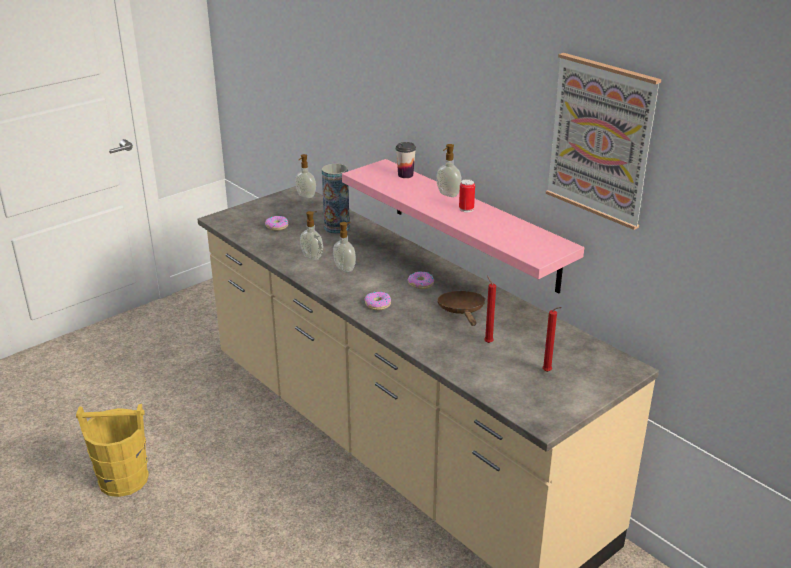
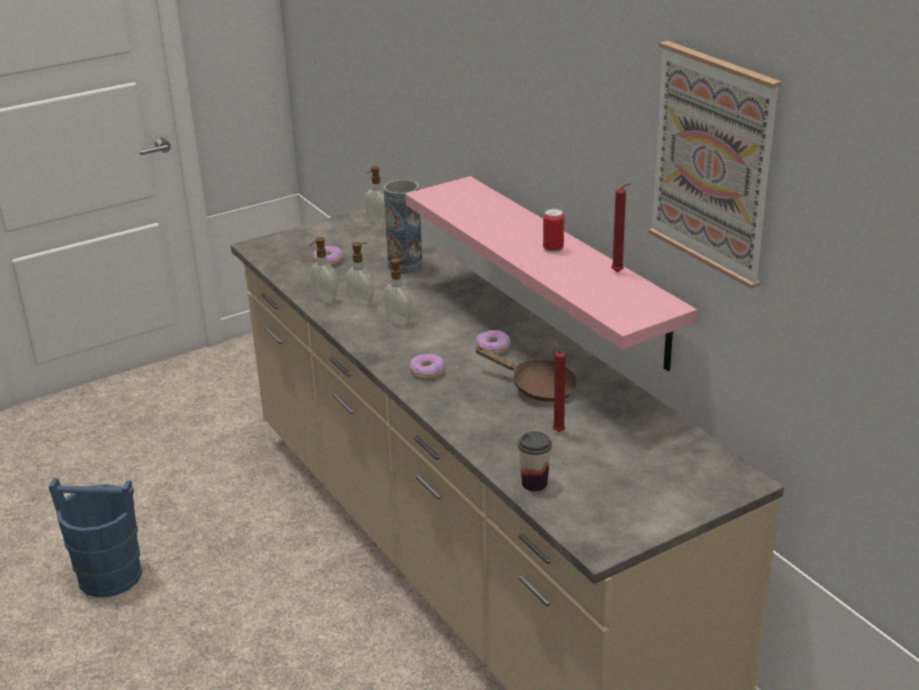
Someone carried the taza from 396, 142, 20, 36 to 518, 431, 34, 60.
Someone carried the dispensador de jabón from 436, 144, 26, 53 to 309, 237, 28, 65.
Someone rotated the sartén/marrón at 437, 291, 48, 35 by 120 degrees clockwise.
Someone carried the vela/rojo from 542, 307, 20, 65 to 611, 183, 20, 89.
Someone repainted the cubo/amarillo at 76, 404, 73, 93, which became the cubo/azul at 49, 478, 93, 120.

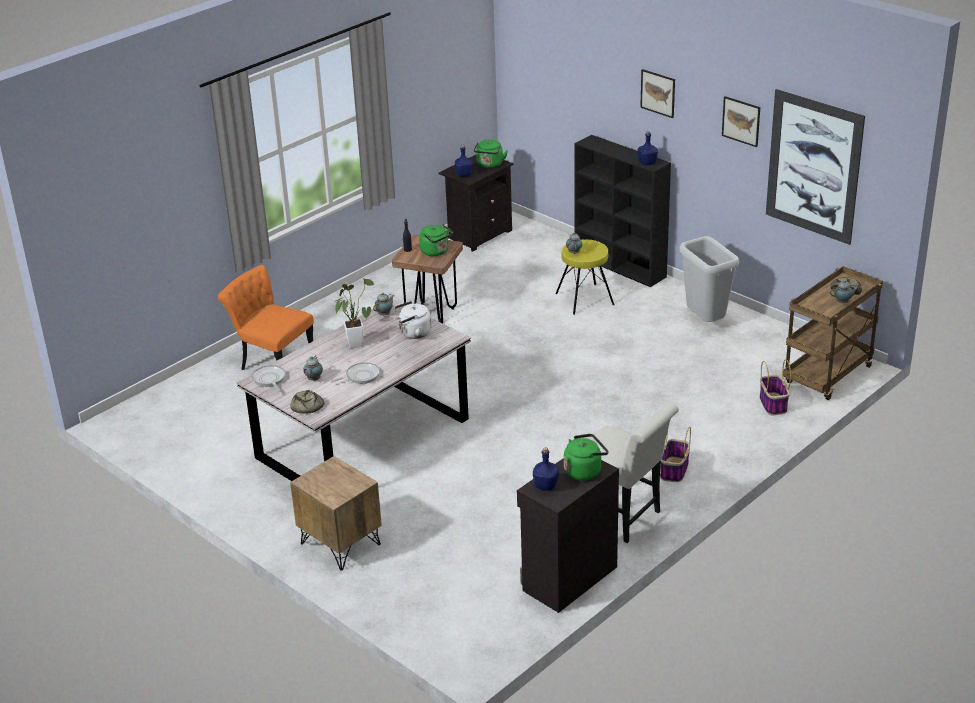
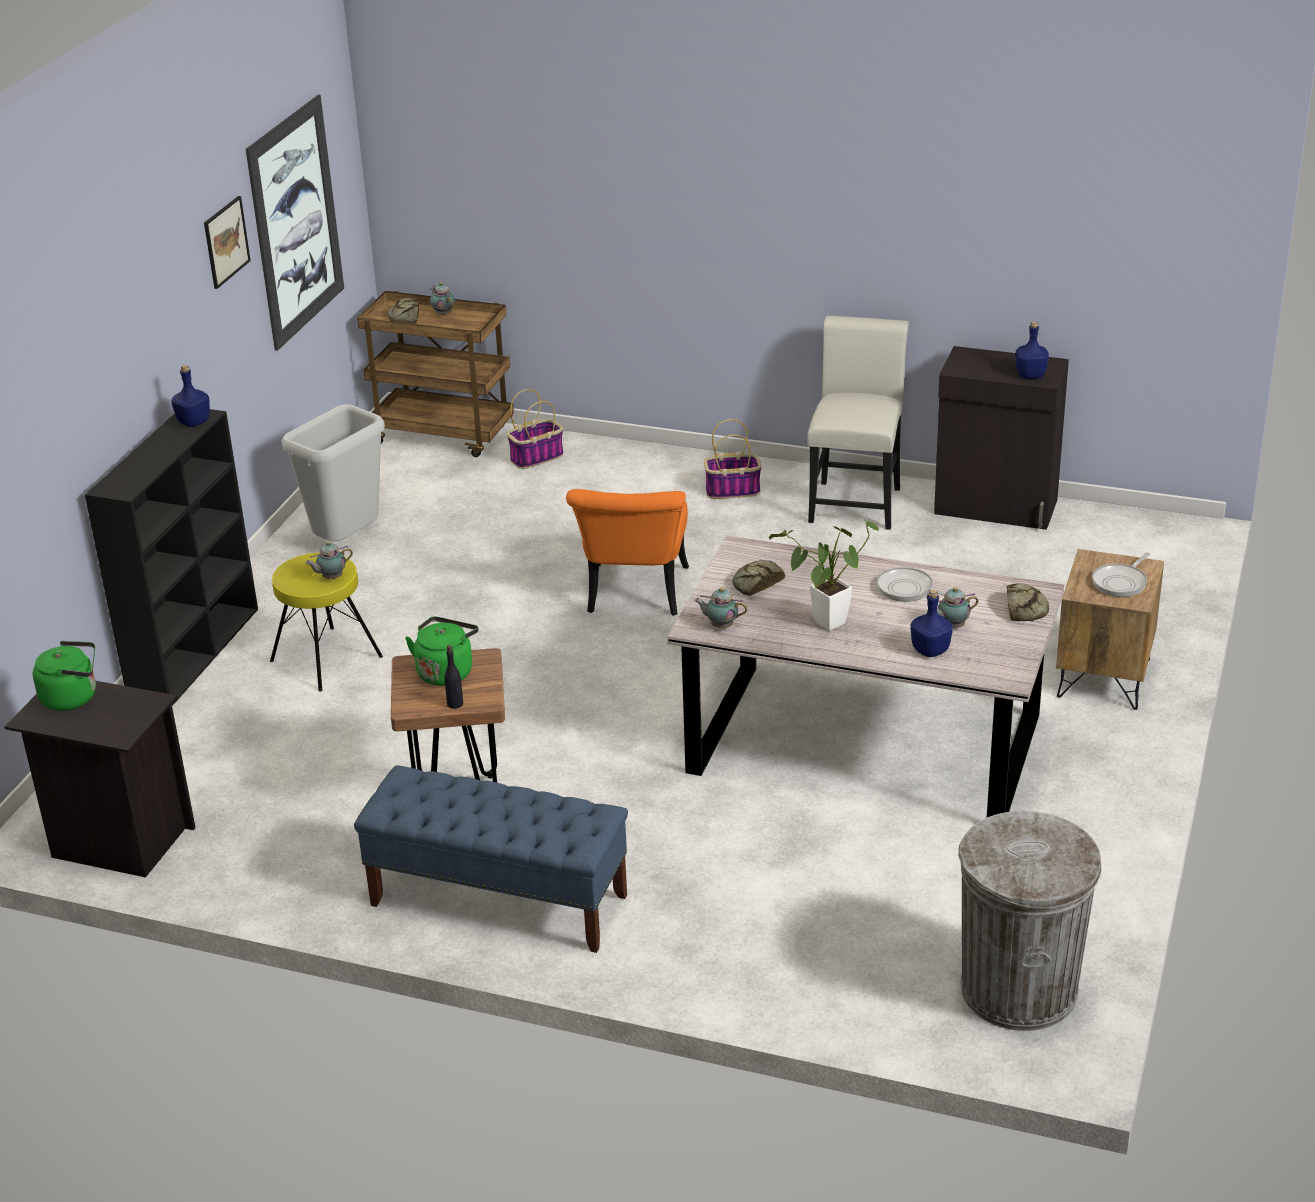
Someone took away the cuadro at 640, 69, 35, 49.
Someone carried the botella/azul from 455, 145, 18, 32 to 911, 590, 42, 67.
Someone carried the silla/naranja from 218, 265, 96, 105 to 566, 489, 123, 127.
Someone swapped the hervidor/blanco at 394, 301, 37, 38 for the pan at 732, 560, 53, 36.
Someone carried the sartén from 252, 365, 34, 27 to 1092, 553, 58, 44.
Someone took away the hervidor/verde at 564, 434, 45, 46.
Someone put down the banco/azul at 354, 765, 274, 188.
Someone put down the papelera/gris at 958, 811, 144, 220.

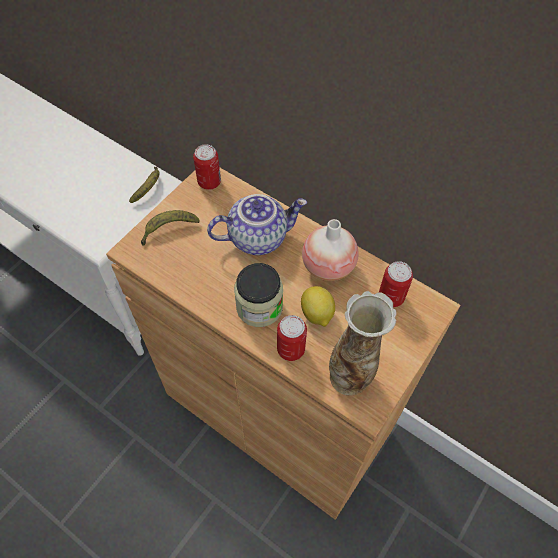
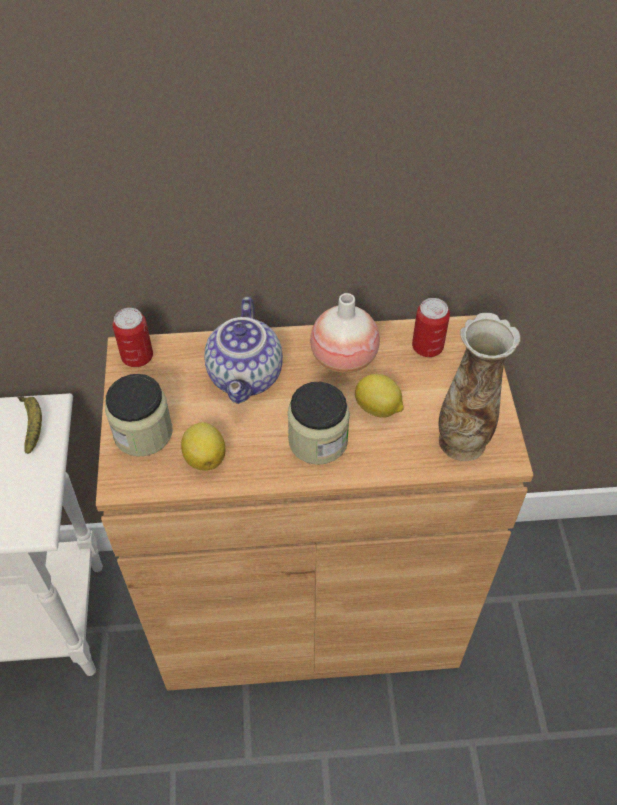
Someone rotated the tetera at 207, 194, 100, 61 by 150 degrees clockwise.
Someone swapped the plátano at 141, 210, 59, 36 for the tarro at 105, 374, 67, 83.
Someone took away the lata at 277, 315, 30, 46.
Someone put down the limón at 181, 422, 44, 49.

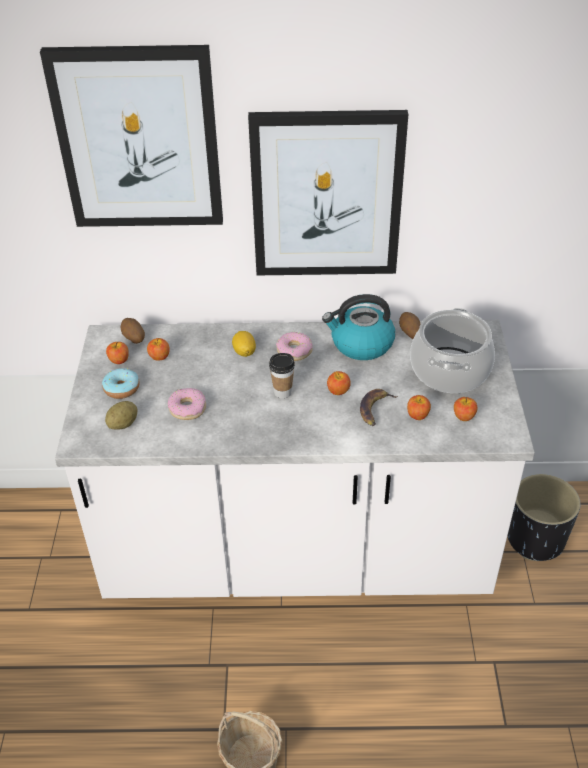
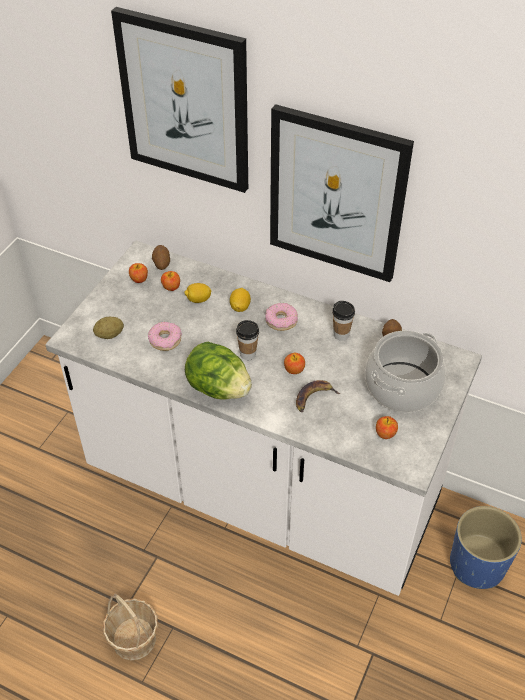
Someone swapped the hervidor at 322, 294, 73, 66 for the taza at 332, 301, 23, 40.
Someone took away the rosquilla at 102, 368, 38, 31.
Someone took away the manzana at 407, 395, 24, 25.
Someone repainted the maceta/negro at 508, 474, 73, 87, which became the maceta/azul at 450, 506, 72, 83.
Someone put down the limón at 184, 283, 28, 20.
Someone put down the lechuga at 185, 341, 67, 58.

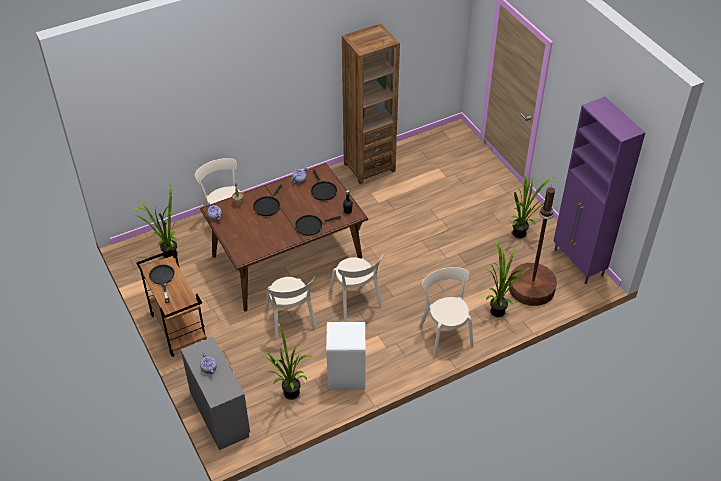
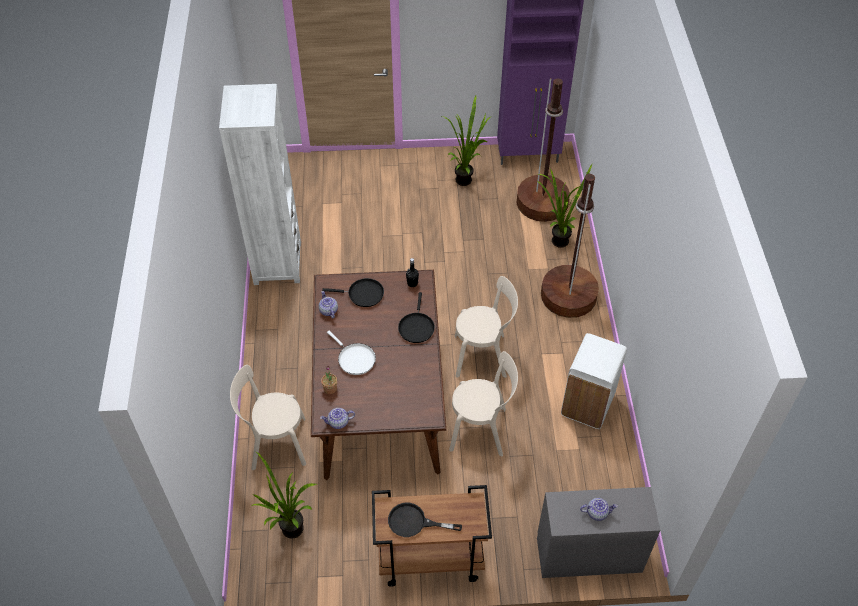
Someone repainted the estantería/marrón at 342, 23, 58, 161, which became the estantería/blanco at 219, 84, 82, 201.
Someone repainted the sartén/negro at 253, 184, 29, 32, which became the sartén/blanco at 327, 331, 49, 44.
Someone swapped the silla/beis at 419, 267, 55, 90 for the lámpara de pie/marrón at 541, 174, 58, 144.
Someone took away the planta en maceta at 261, 321, 50, 79.

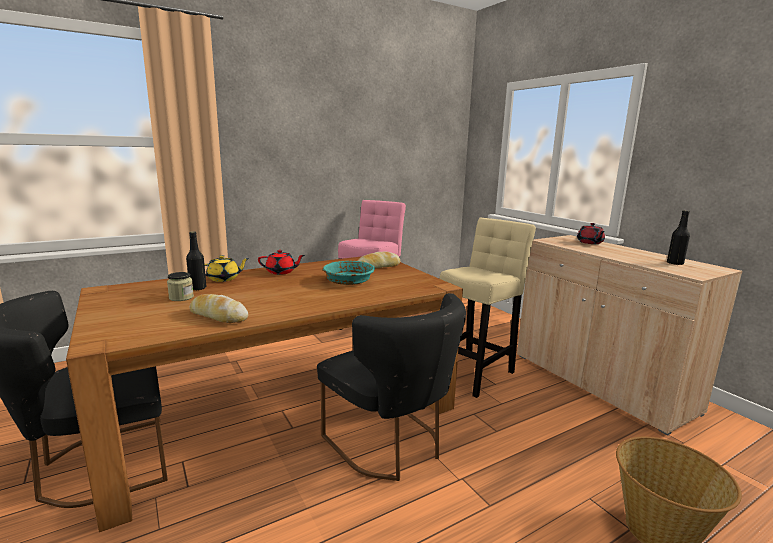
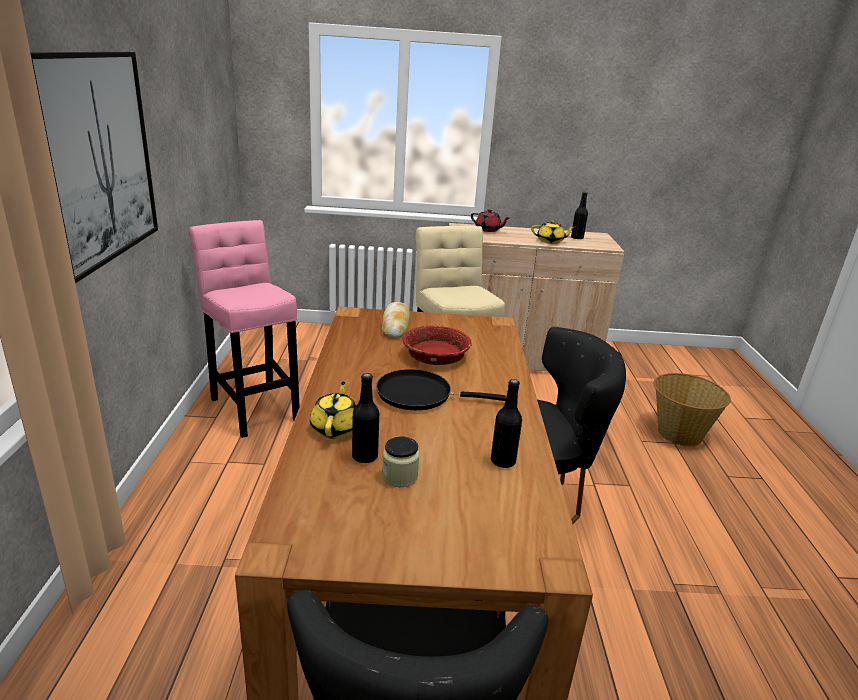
Someone took away the tetera/rojo at 258, 250, 47, 25.
Someone repainted the cuenco/turquesa at 323, 261, 52, 24, which became the cuenco/rojo at 402, 326, 70, 39.
Someone swapped the pan at 189, 294, 59, 29 for the botella/negro at 491, 379, 31, 89.
Someone put up the cuadro at 30, 52, 128, 232.
Someone put down the tetera/amarillo at 531, 220, 44, 24.
Someone put down the sartén/negro at 376, 369, 130, 41.

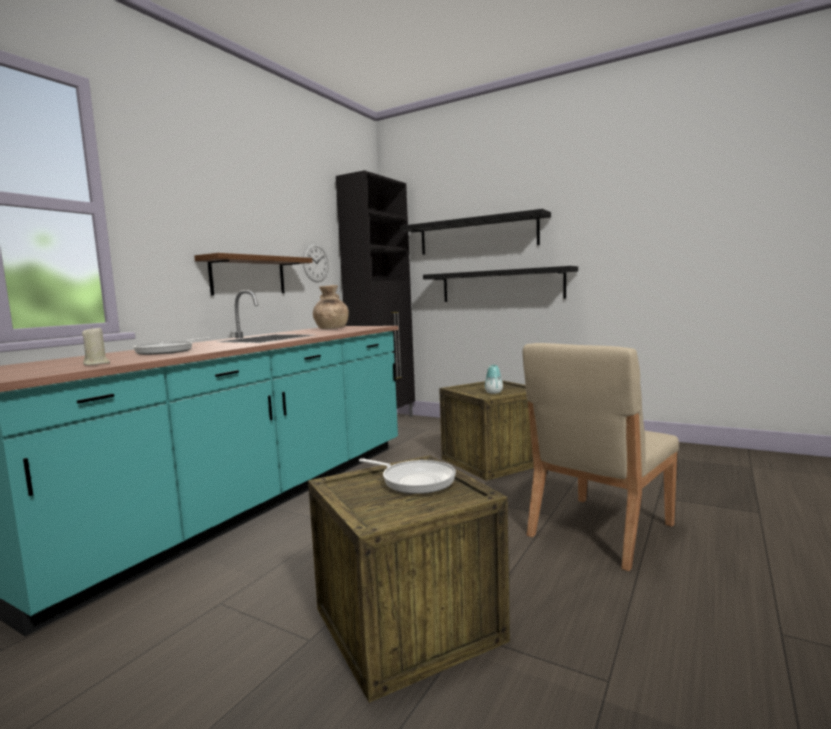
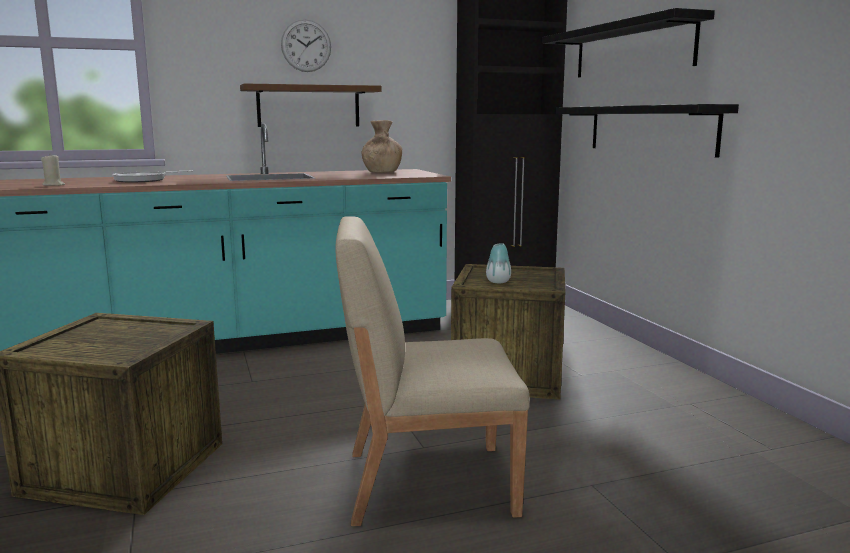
Someone carried the reloj de pared from 303, 243, 26, 39 to 281, 19, 50, 53.
Someone took away the sartén at 359, 458, 97, 36.

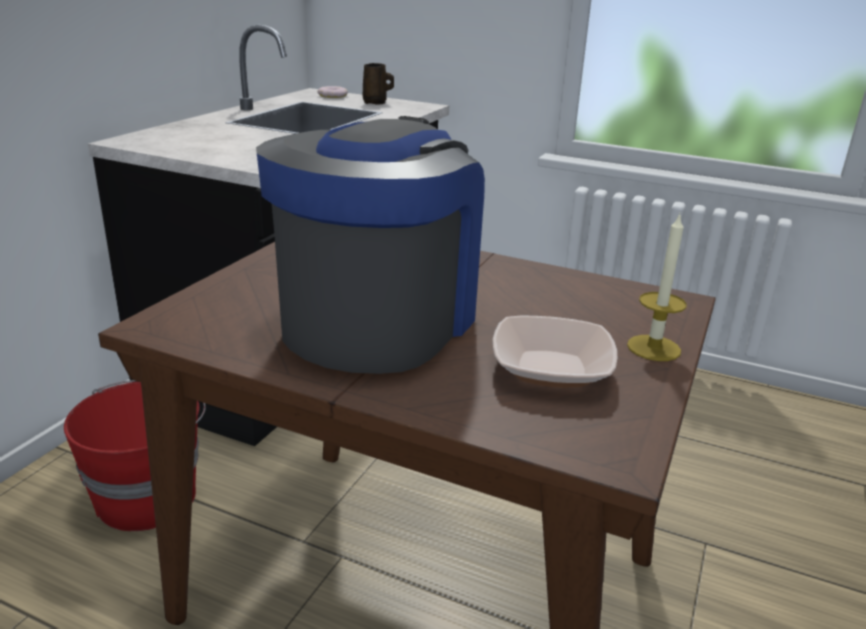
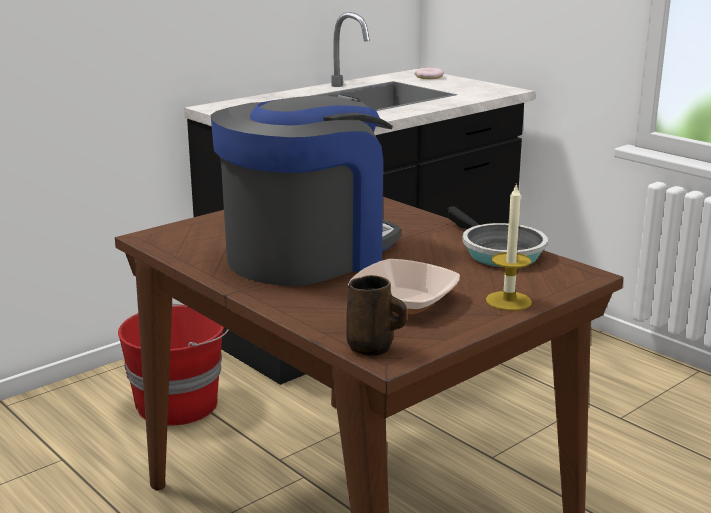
Someone carried the taza grande/marrón from 363, 63, 31, 42 to 346, 275, 61, 81.
Someone put down the sartén at 447, 206, 101, 61.

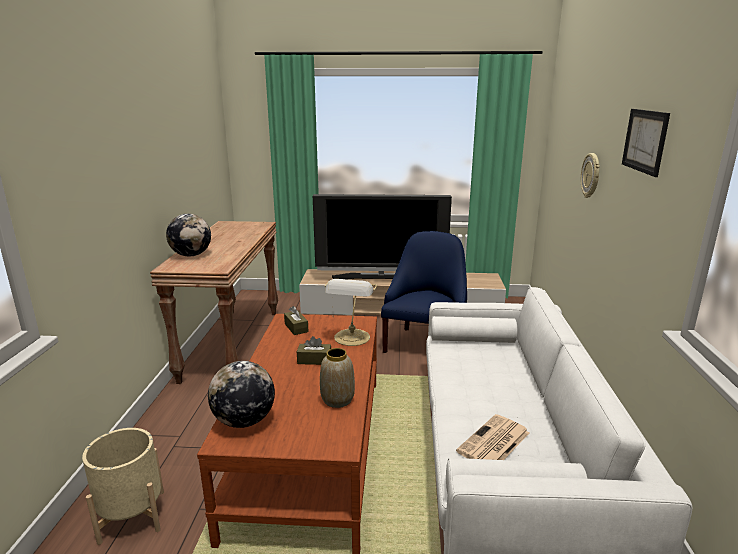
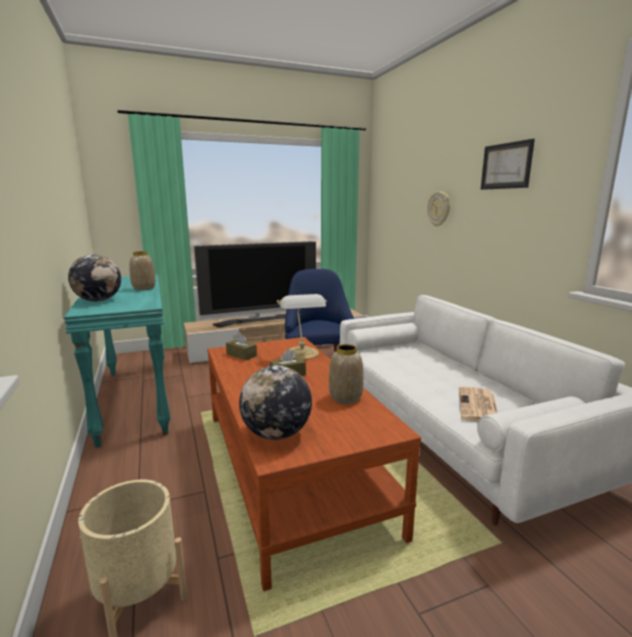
Someone repainted the mesa consola/marrón at 150, 221, 128, 163, which became the mesa consola/turquesa at 64, 275, 106, 173.
Someone put down the florero at 129, 251, 27, 39.

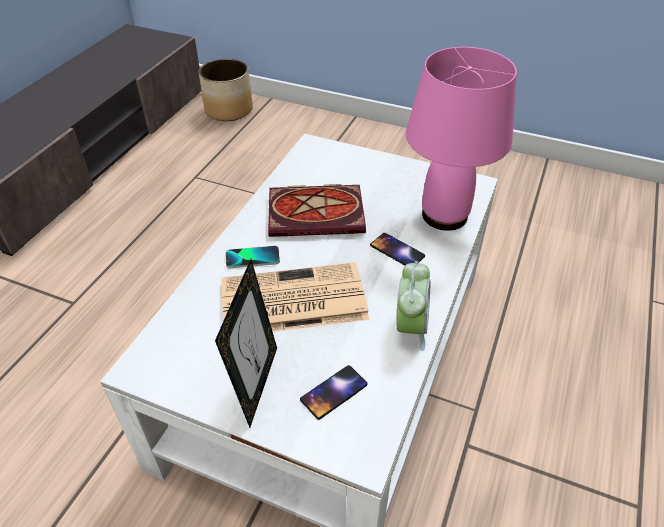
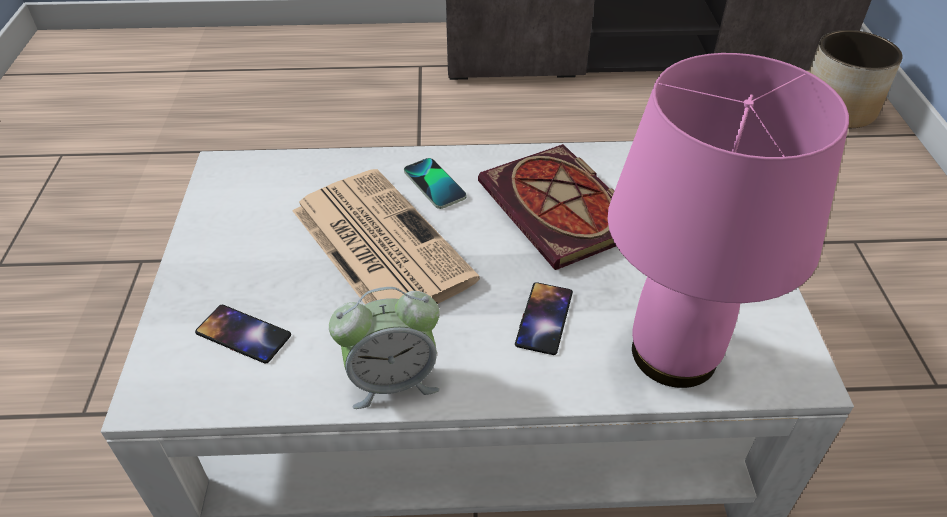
Someone took away the portarretratos at 215, 259, 62, 169.

